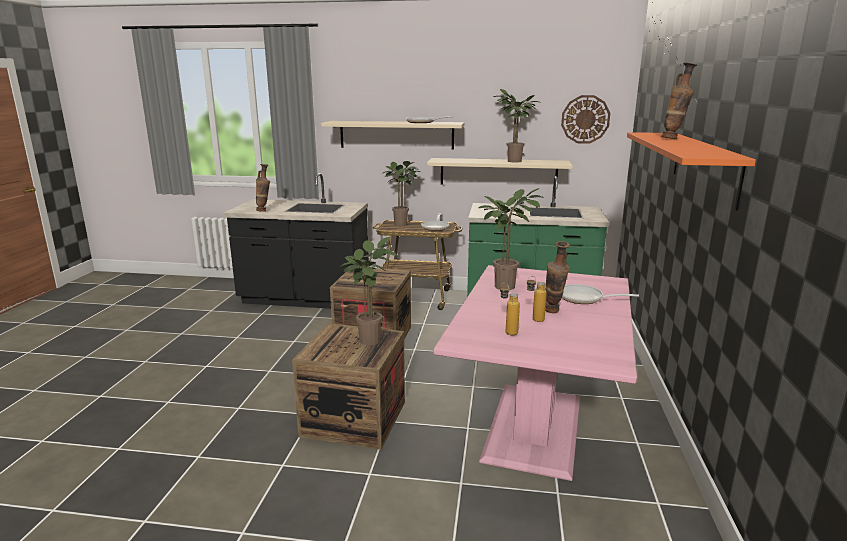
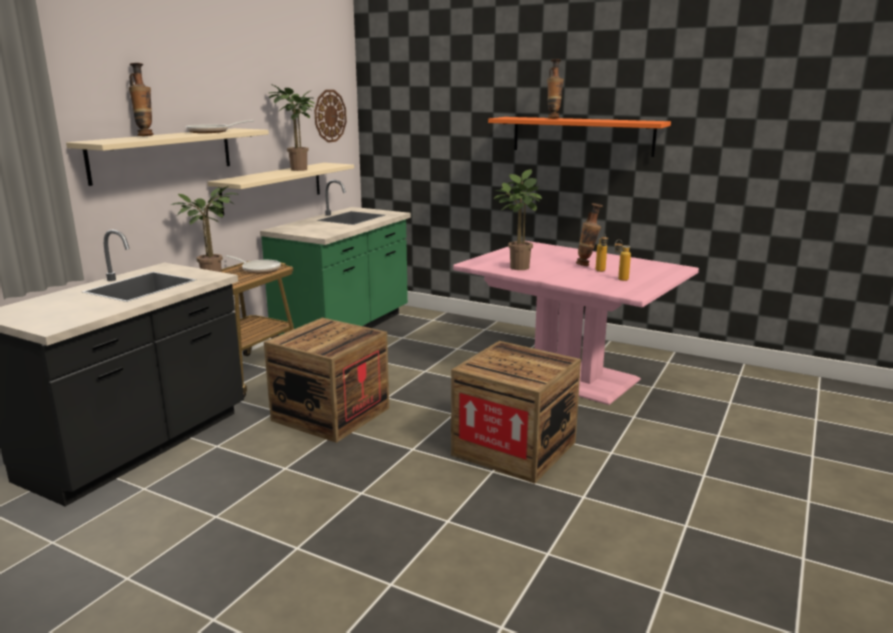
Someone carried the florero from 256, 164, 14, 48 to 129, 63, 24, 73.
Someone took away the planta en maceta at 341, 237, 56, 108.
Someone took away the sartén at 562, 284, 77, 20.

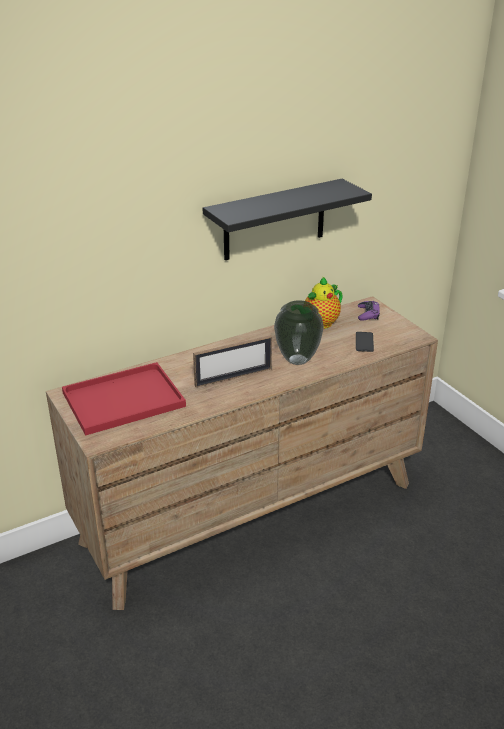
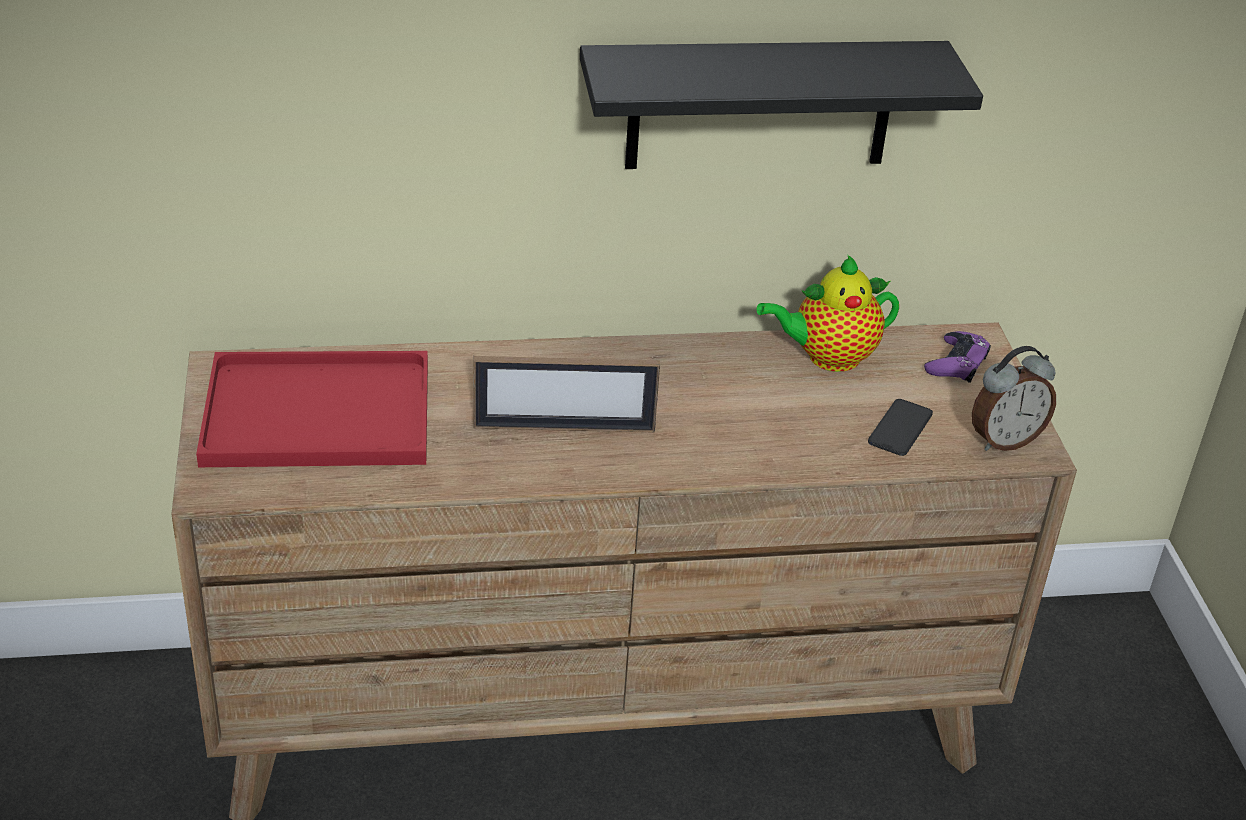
Someone took away the florero at 274, 300, 50, 65.
Someone put down the despertador at 972, 346, 84, 105.

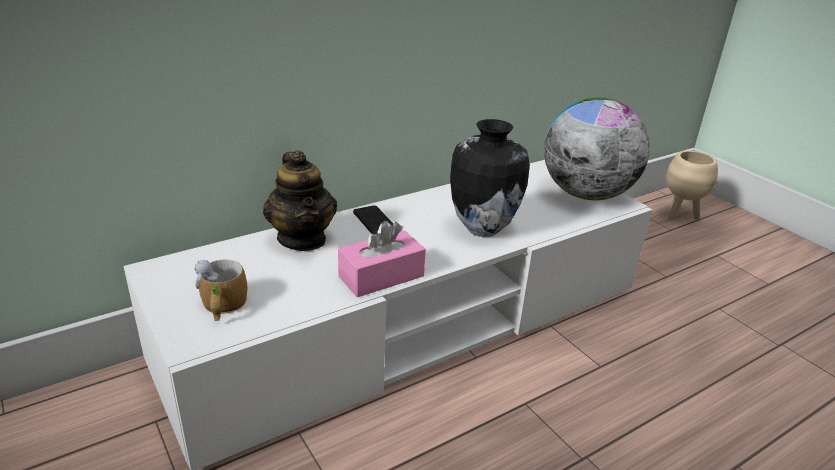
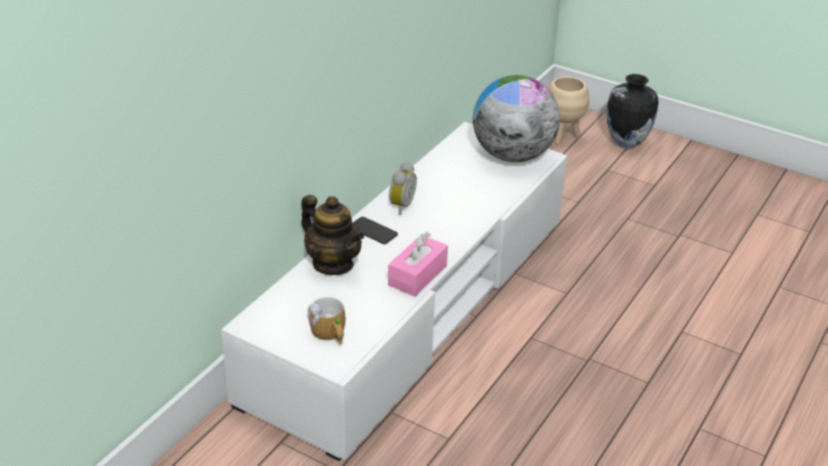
Someone carried the florero from 450, 119, 80, 118 to 607, 74, 52, 75.
Someone put down the despertador at 389, 162, 28, 53.

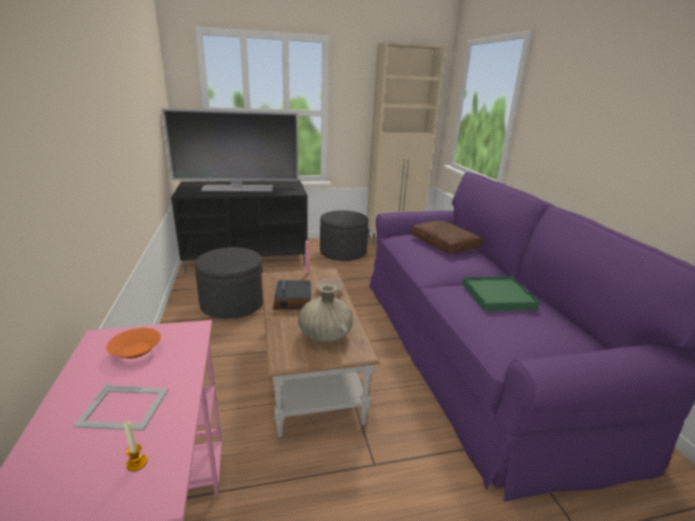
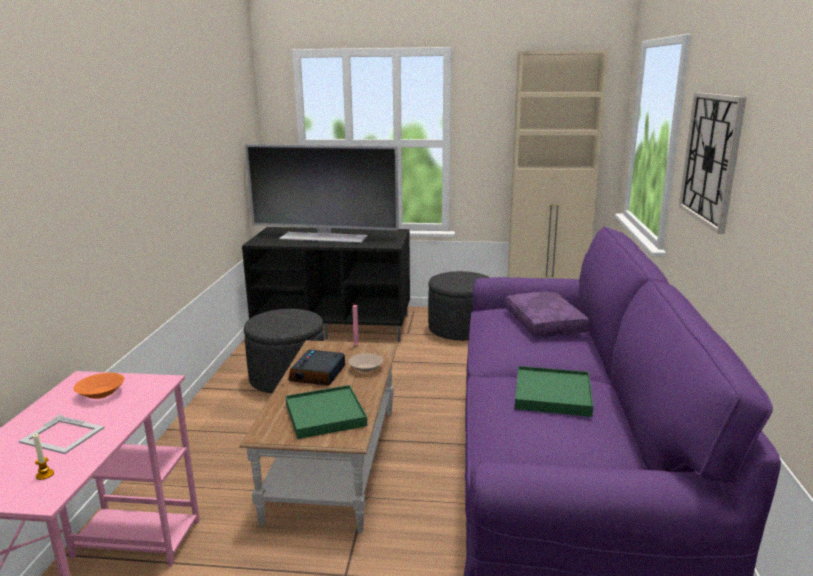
Someone repainted the cojín/marrón at 411, 221, 71, 33, which became the cojín/morado at 505, 292, 85, 45.
Someone swapped the florero/beis at 298, 284, 55, 58 for the bandeja/verde at 286, 385, 81, 54.
Someone put up the reloj de pared at 679, 92, 68, 142.

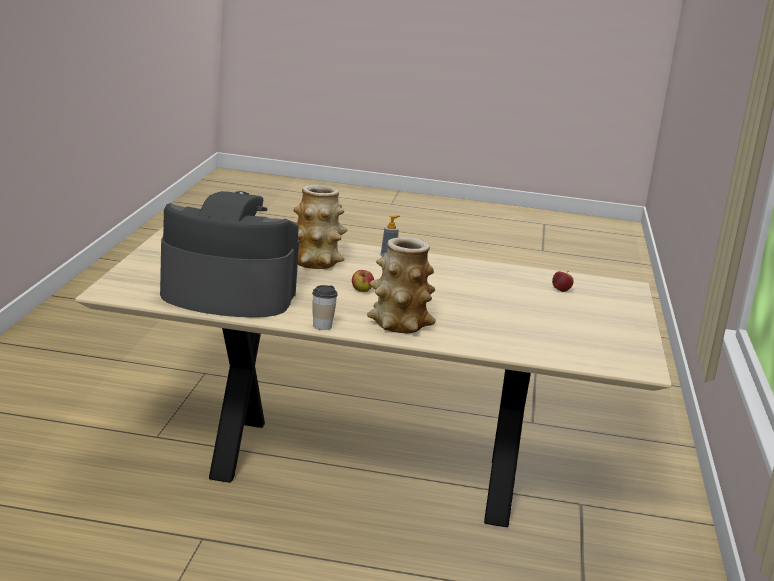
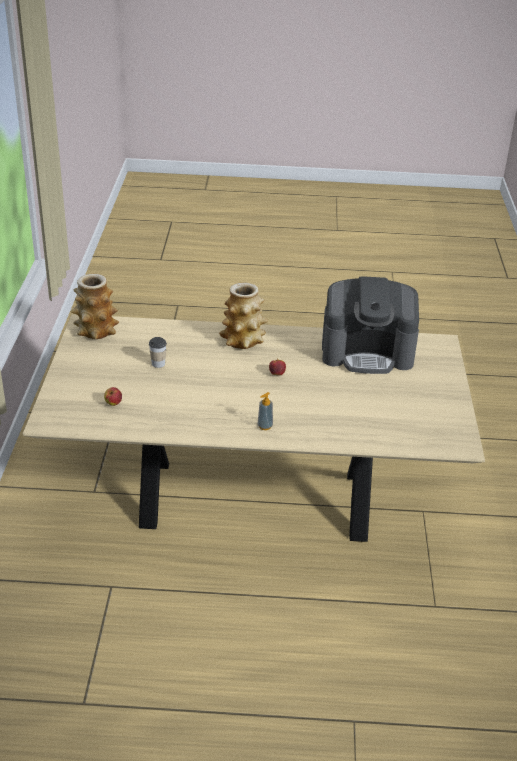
Someone carried the florero from 294, 185, 53, 84 to 71, 274, 48, 65.
Someone carried the taza from 312, 285, 26, 45 to 149, 337, 18, 31.

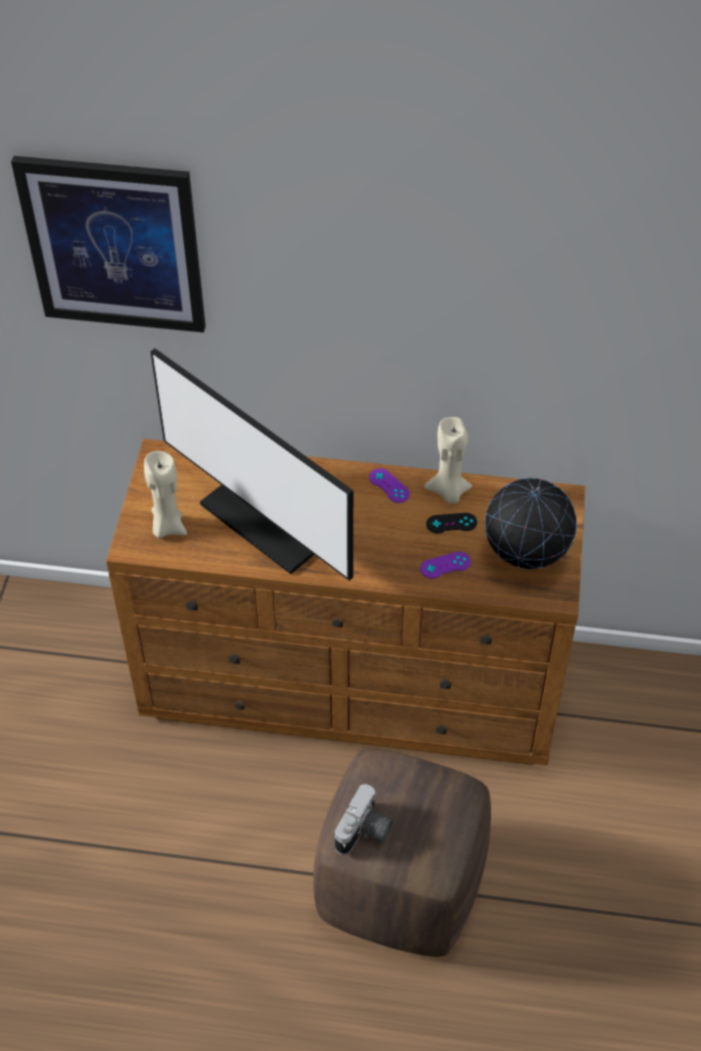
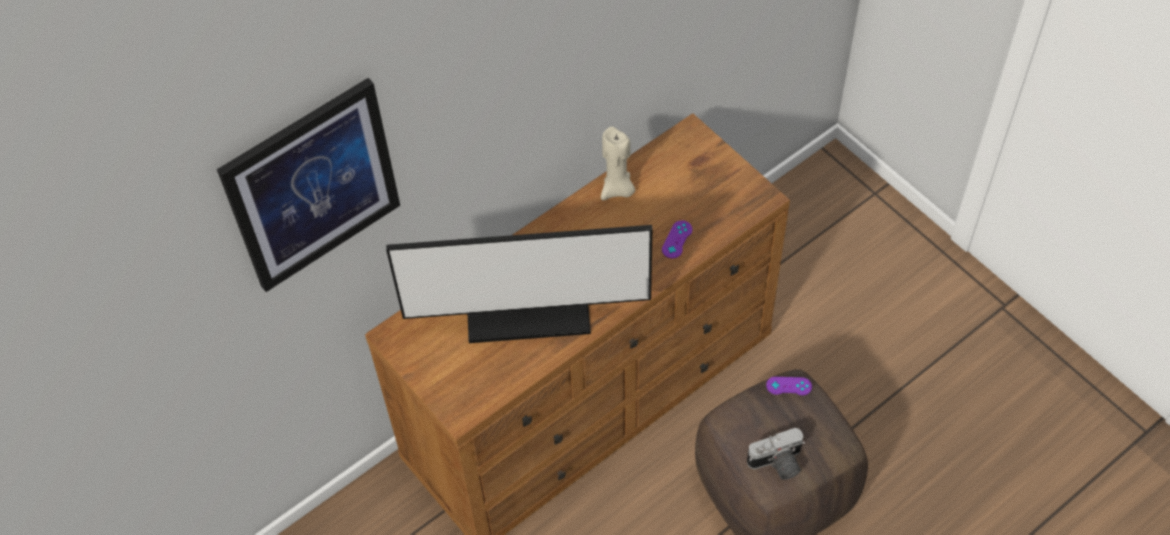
Someone took away the vela/beis at 144, 451, 43, 87.
Someone carried the mando de consola/morado from 369, 468, 41, 35 to 766, 377, 46, 18.
Someone took away the globo terráqueo at 485, 478, 92, 91.
Someone took away the mando de consola/negro at 426, 513, 51, 21.
Someone rotated the cámara at 335, 784, 58, 71 by 90 degrees clockwise.

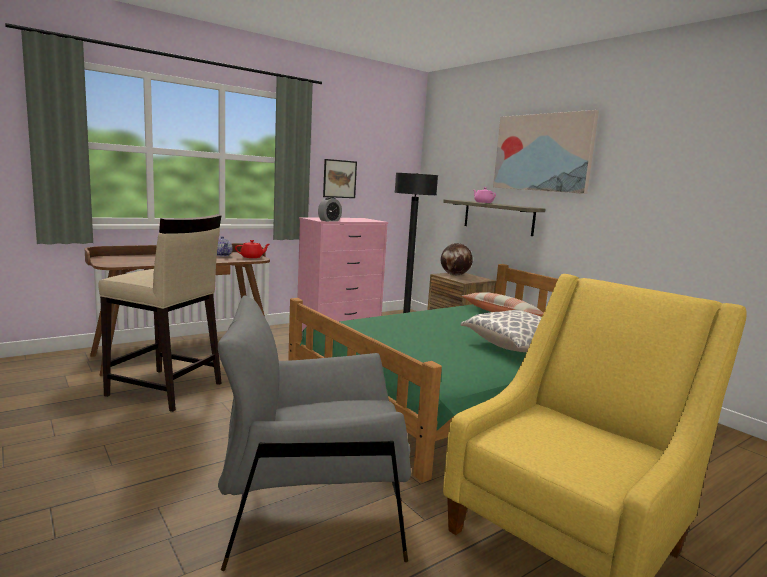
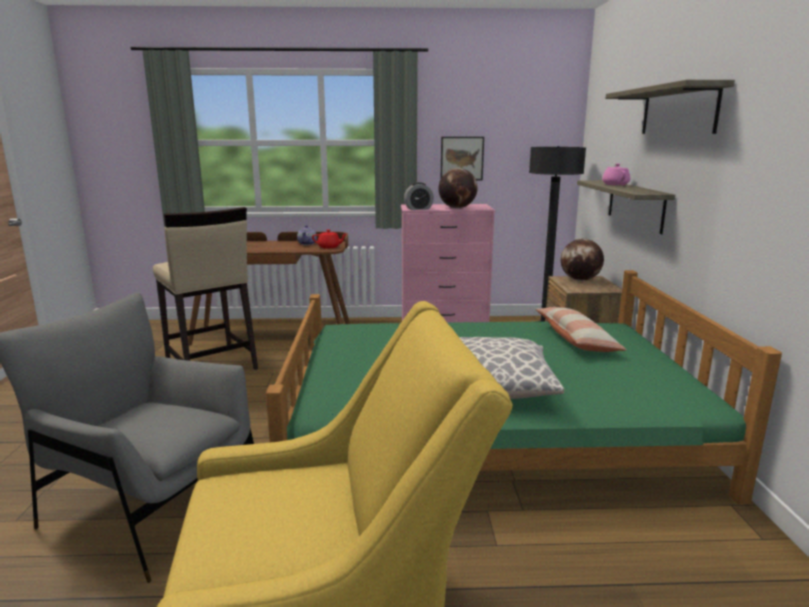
Someone swapped the cuadro at 493, 110, 106, 84 for the estante at 606, 80, 129, 54.
Someone put down the globo terráqueo at 438, 168, 40, 40.

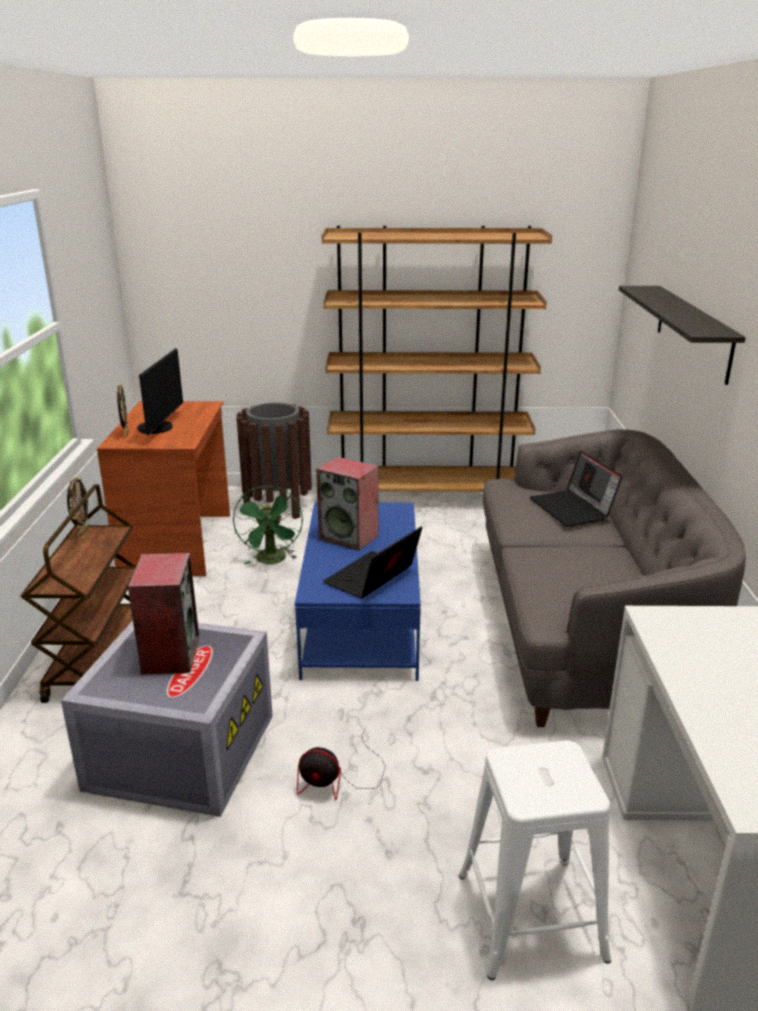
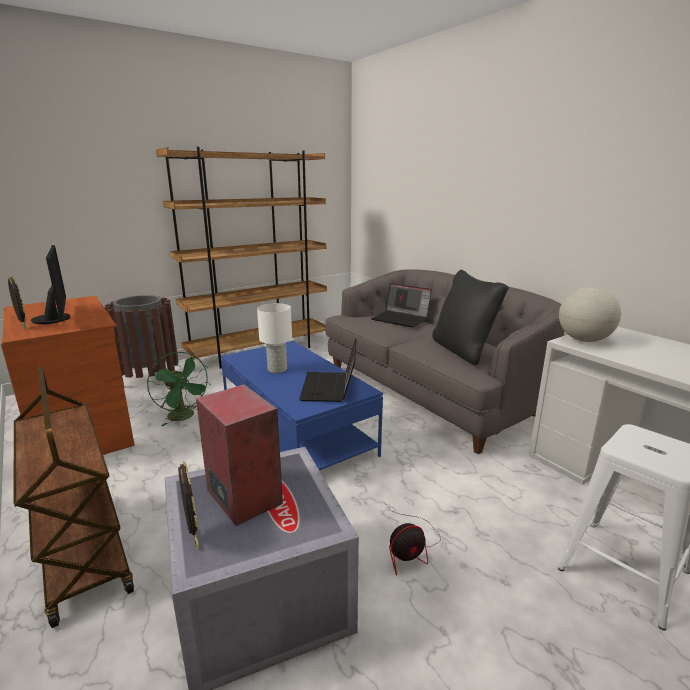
Someone took away the estante at 619, 286, 127, 99.
Someone swapped the altavoz at 316, 457, 62, 94 for the lámpara de mesa/blanco at 257, 303, 35, 70.
Someone carried the portarretratos from 67, 476, 22, 61 to 178, 461, 21, 89.
Someone put down the cojín/negro at 432, 270, 77, 95.
Someone put down the globo terráqueo at 559, 287, 62, 55.

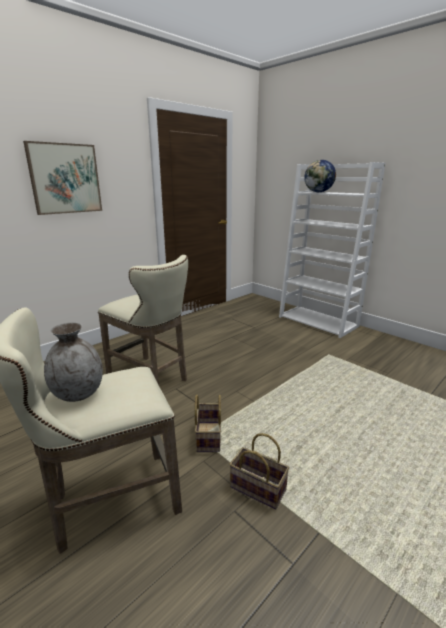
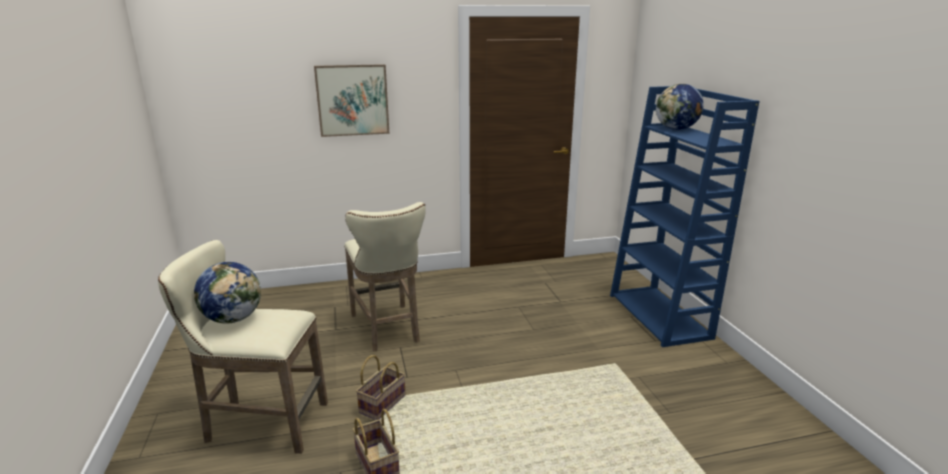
Someone repainted the estantería/blanco at 279, 162, 106, 176, which became the estantería/azul at 610, 86, 149, 261.
Someone swapped the florero/gris at 44, 322, 59, 80 for the globo terráqueo at 194, 262, 67, 62.

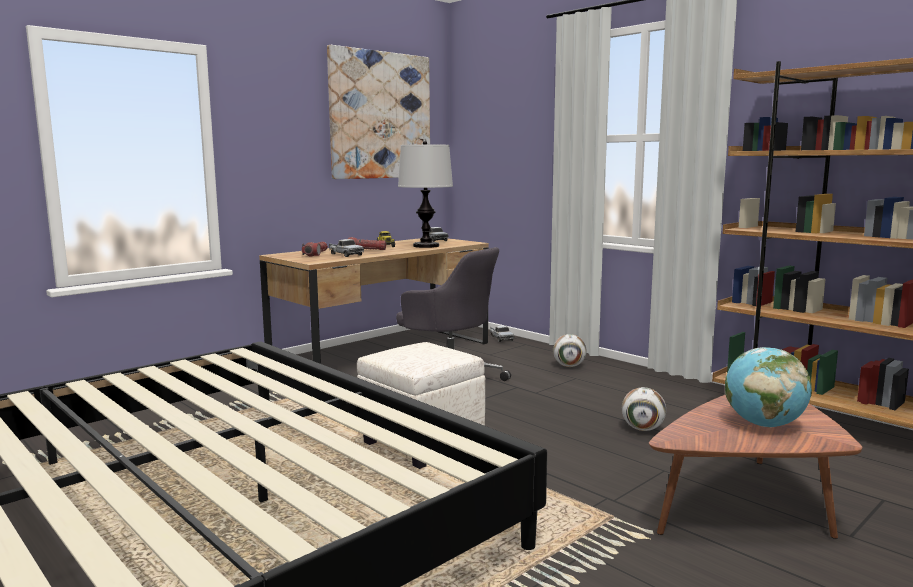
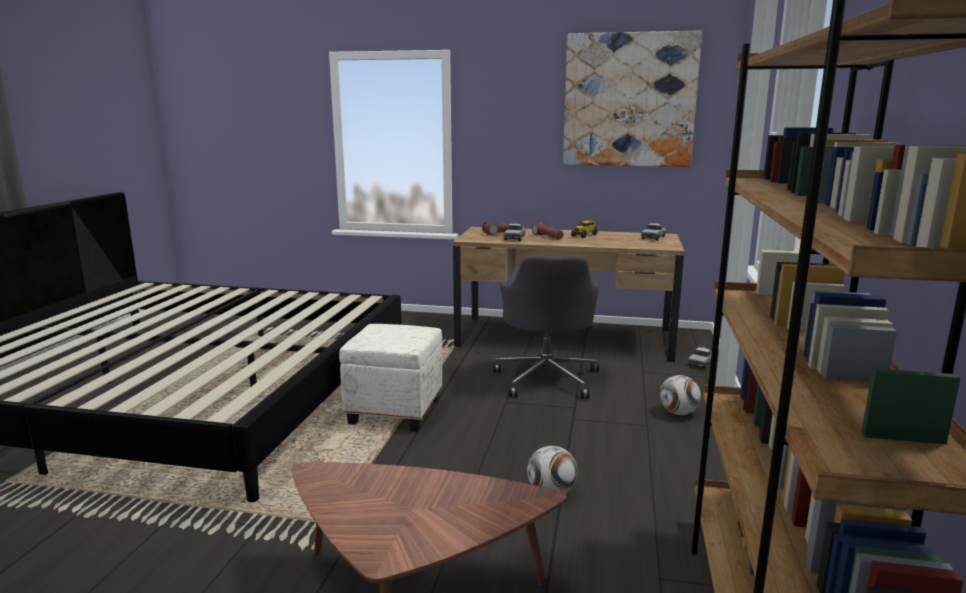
Someone took away the lámpara de mesa at 398, 141, 55, 107.
Someone took away the globo terráqueo at 725, 347, 87, 80.

